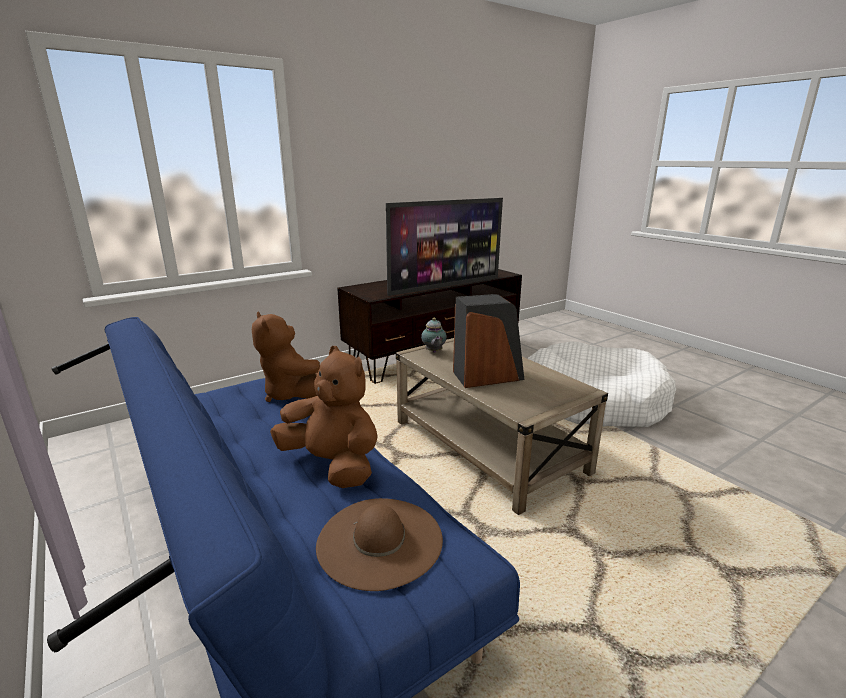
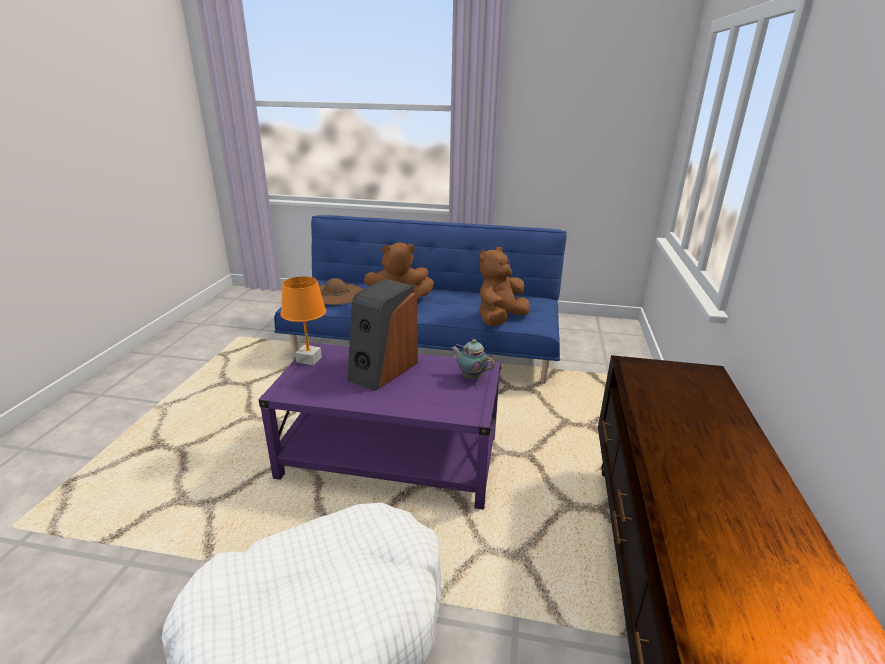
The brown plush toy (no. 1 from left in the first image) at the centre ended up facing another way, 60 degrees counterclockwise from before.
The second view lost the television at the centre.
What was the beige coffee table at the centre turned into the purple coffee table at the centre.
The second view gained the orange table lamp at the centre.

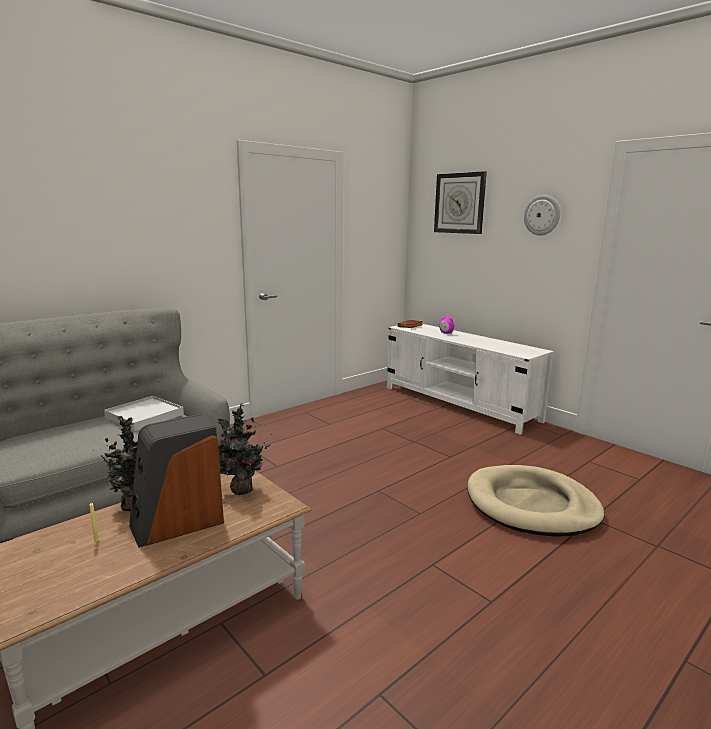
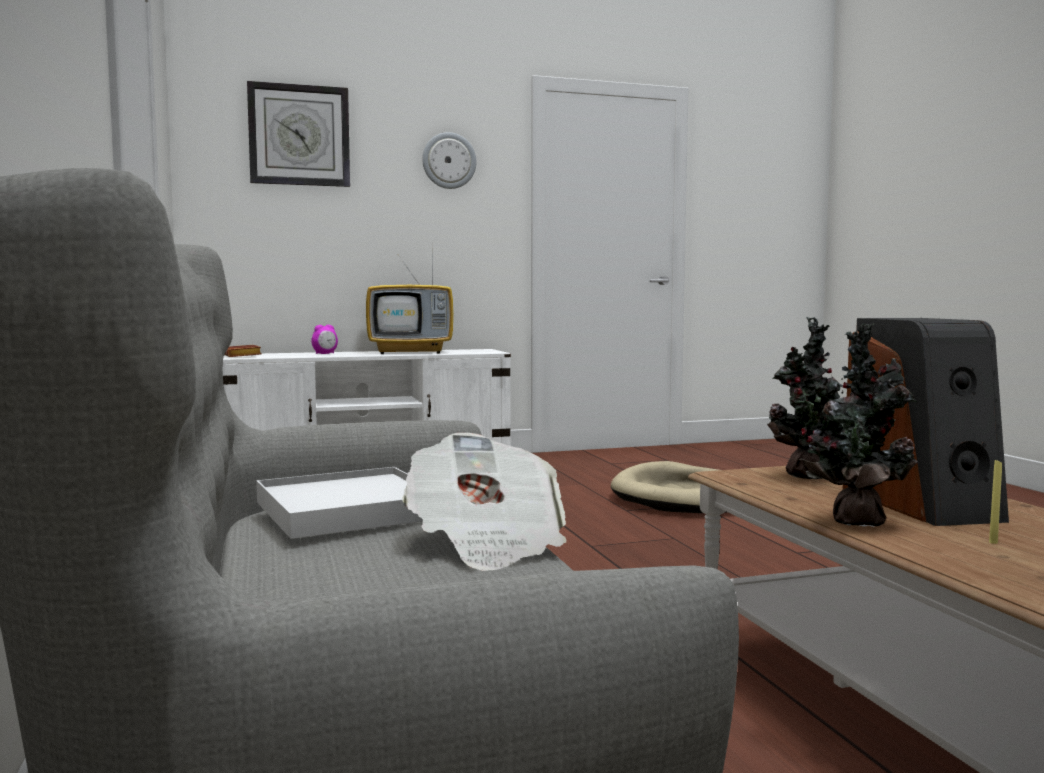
The second view gained the television at the centre.
The second view gained the newspaper at the centre.

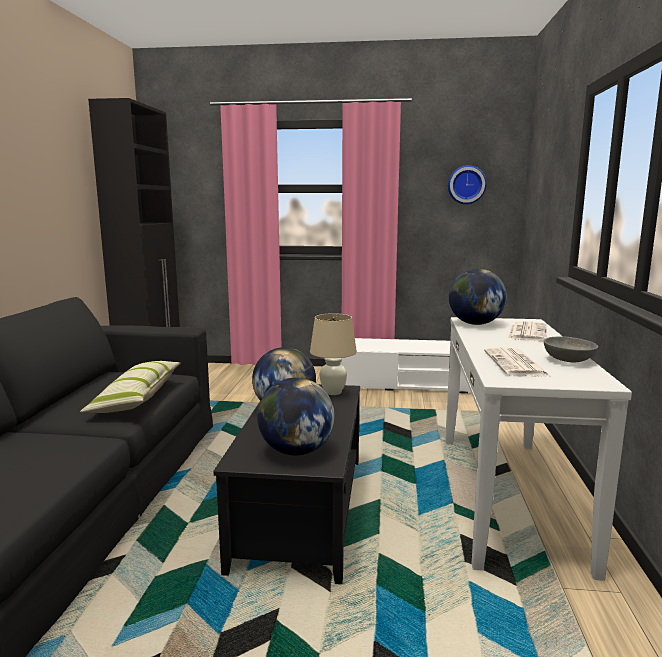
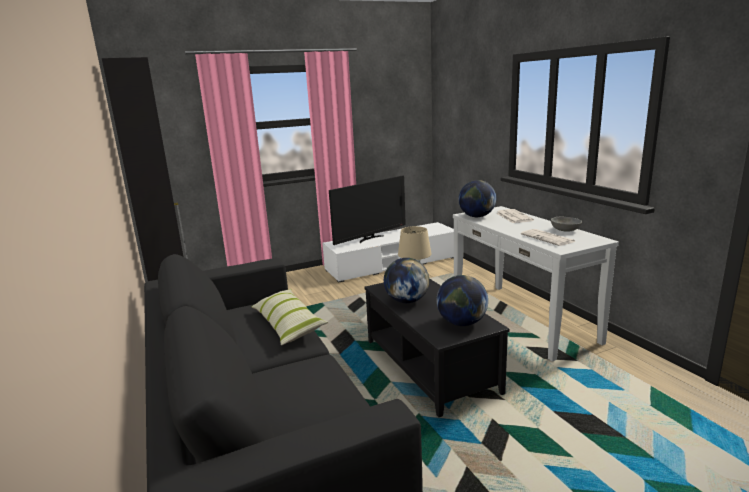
The second view lost the wall clock at the top right.
The second view gained the television at the centre.

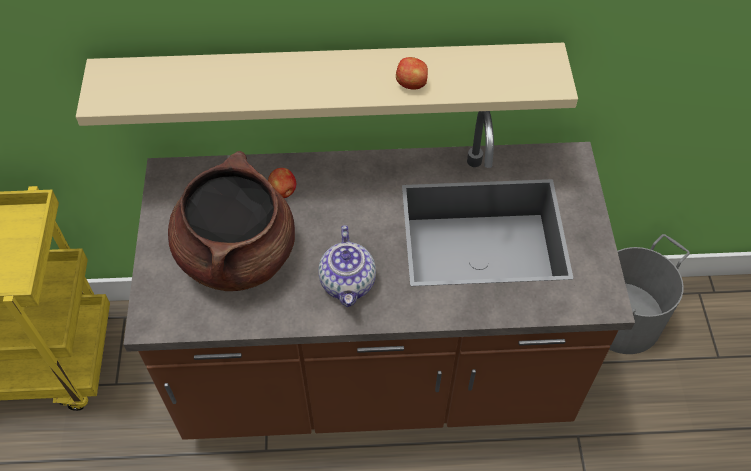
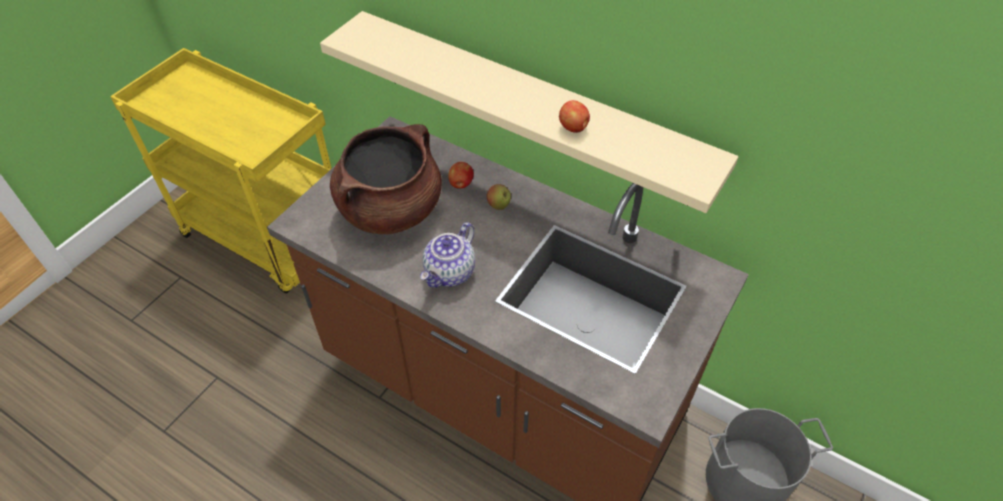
The second view gained the apple (no. 2 from left) at the centre.

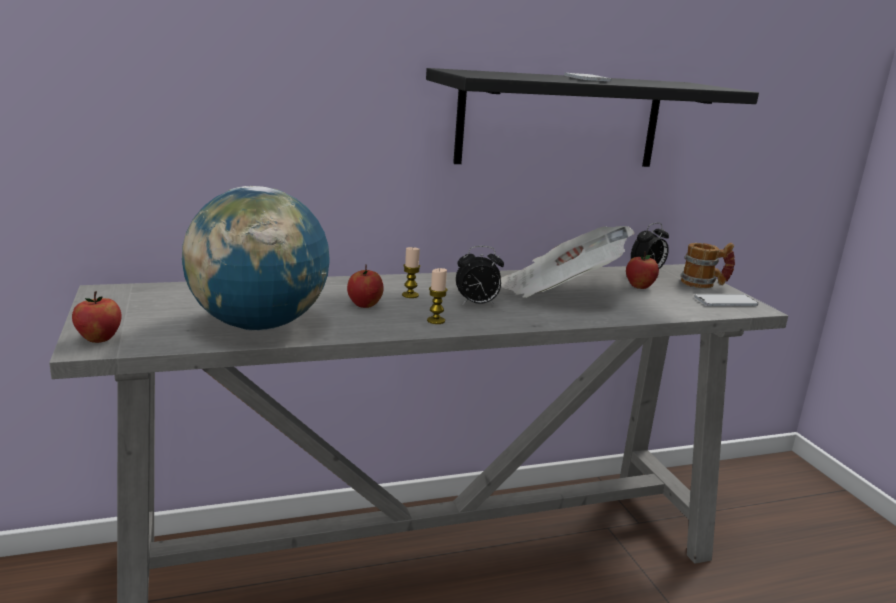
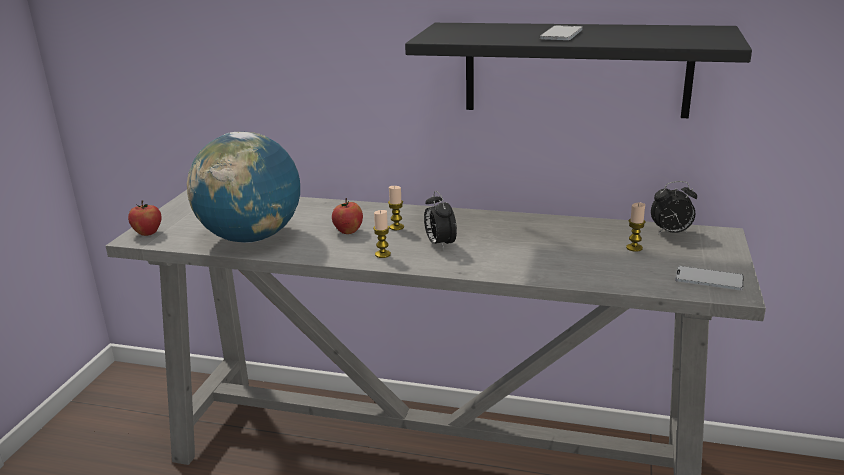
The alarm clock (no. 1 from left) at the centre ended up facing another way, 45 degrees clockwise from before.
The second view lost the newspaper at the centre.
Where the apple (no. 3 from left) stood at the middle right, the candle (no. 3 from left) came to stand at the middle right.
The second view lost the mug at the middle right.

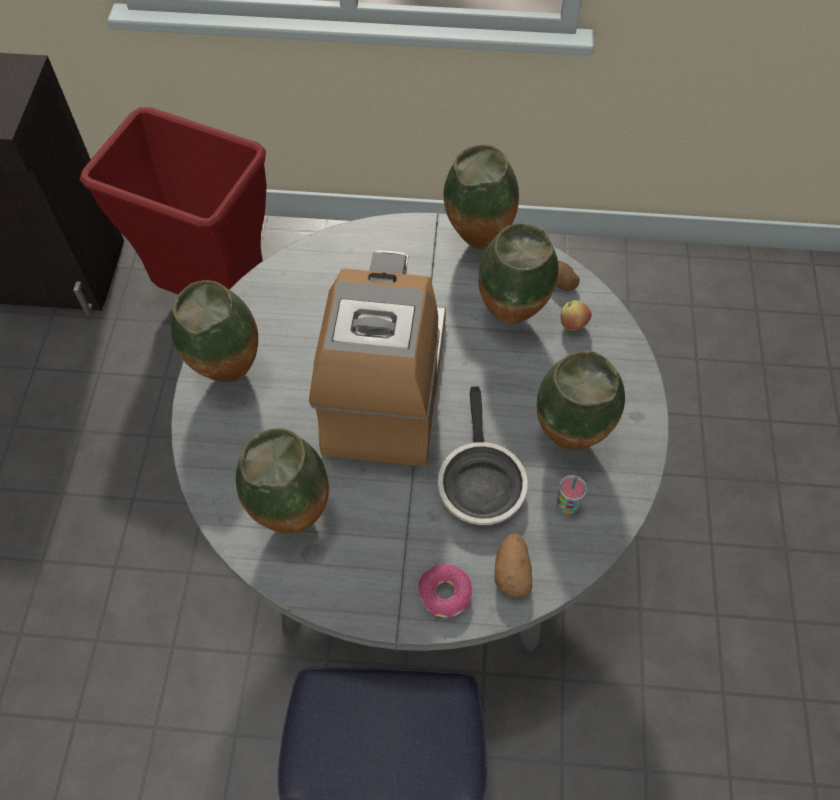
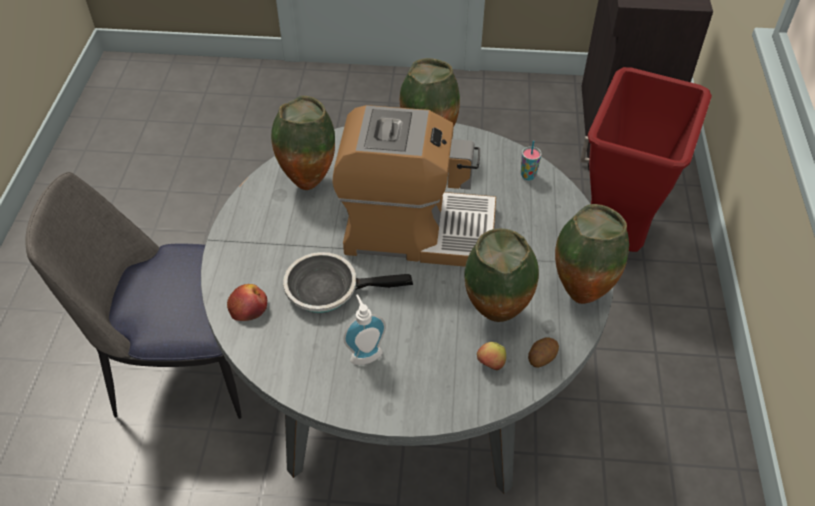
The second view lost the donut at the bottom centre.
Where the potato (no. 1 from left) stood at the bottom centre, the apple (no. 1 from left) came to stand at the middle left.
Where the vase (no. 5 from left) stood at the middle right, the soap dispenser came to stand at the centre.
The cup ended up elsewhere, having gone from the middle right to the top centre.

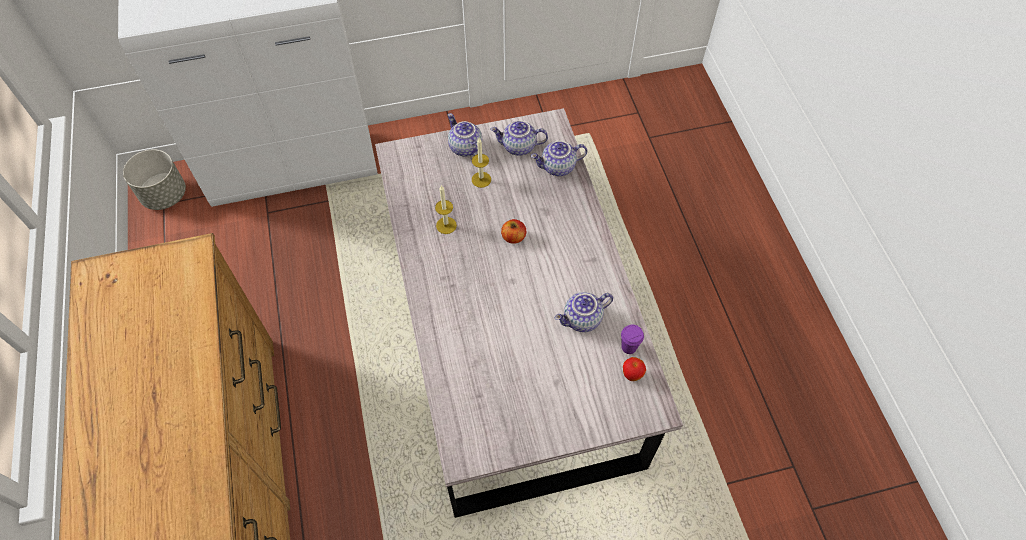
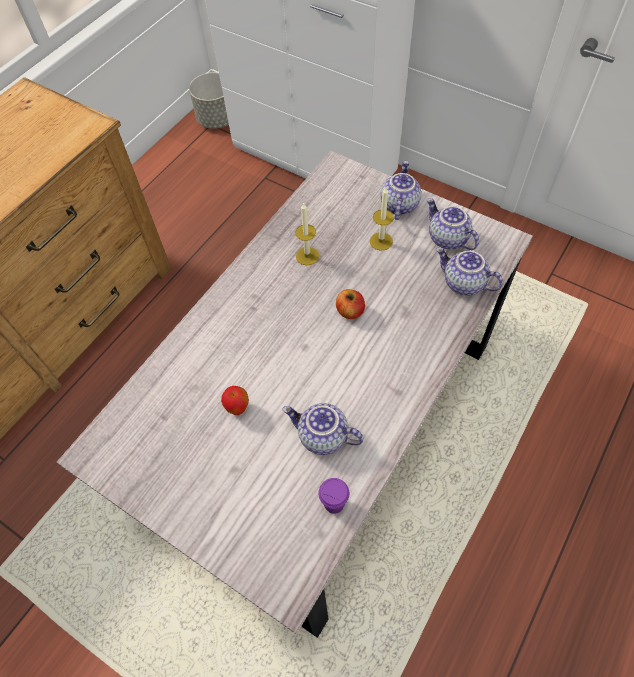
The apple (no. 2 from left in the first image) ended up elsewhere, having gone from the bottom centre to the centre.

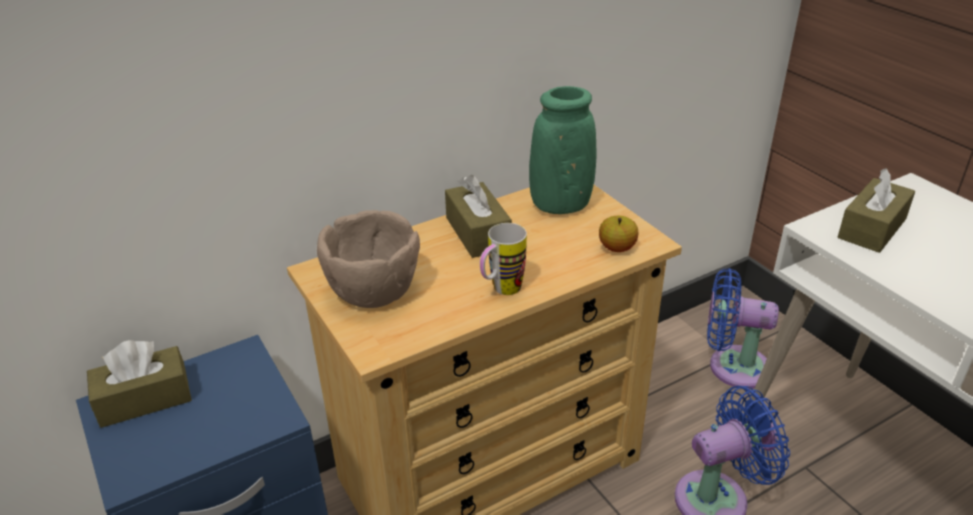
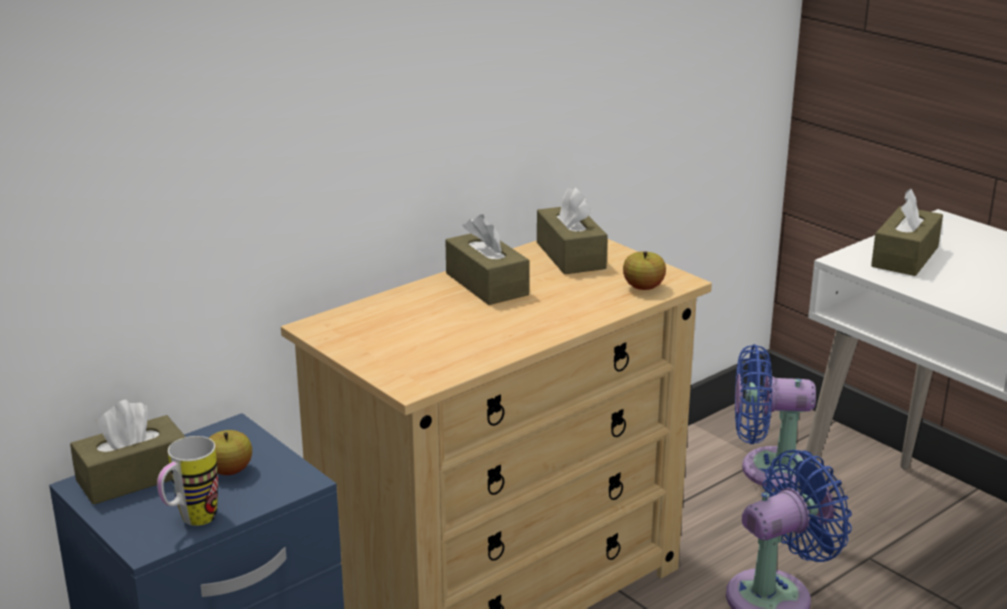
The second view lost the brown bowl at the centre.
The mug ended up elsewhere, having gone from the centre to the bottom left.
Where the green vase stood at the top centre, the brown tissue box (no. 3 from left) came to stand at the centre.
The second view gained the apple (no. 1 from left) at the bottom left.

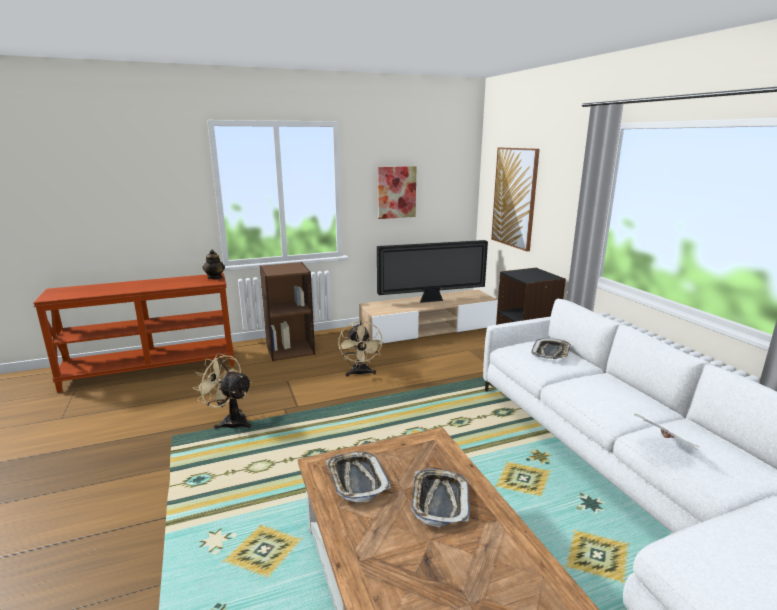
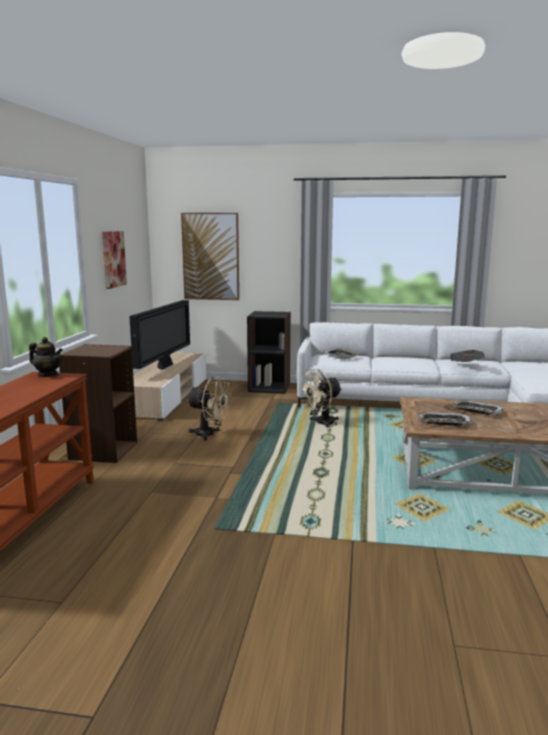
The beige fan (no. 1 from left in the first image) ended up elsewhere, having gone from the middle left to the centre.

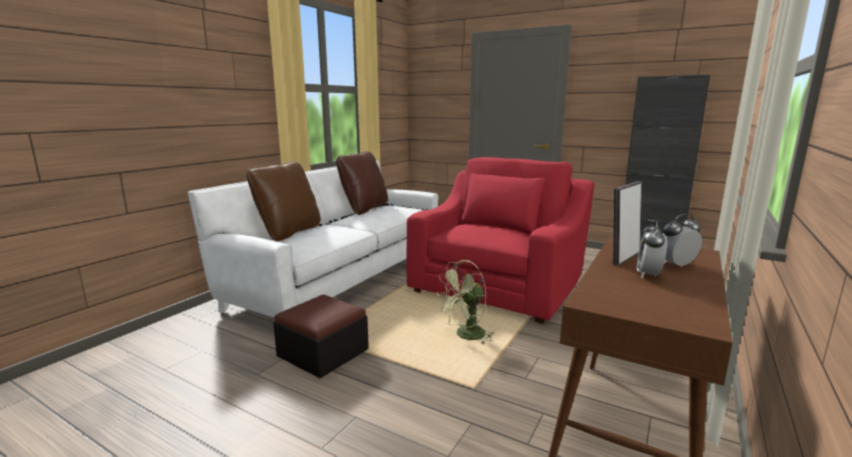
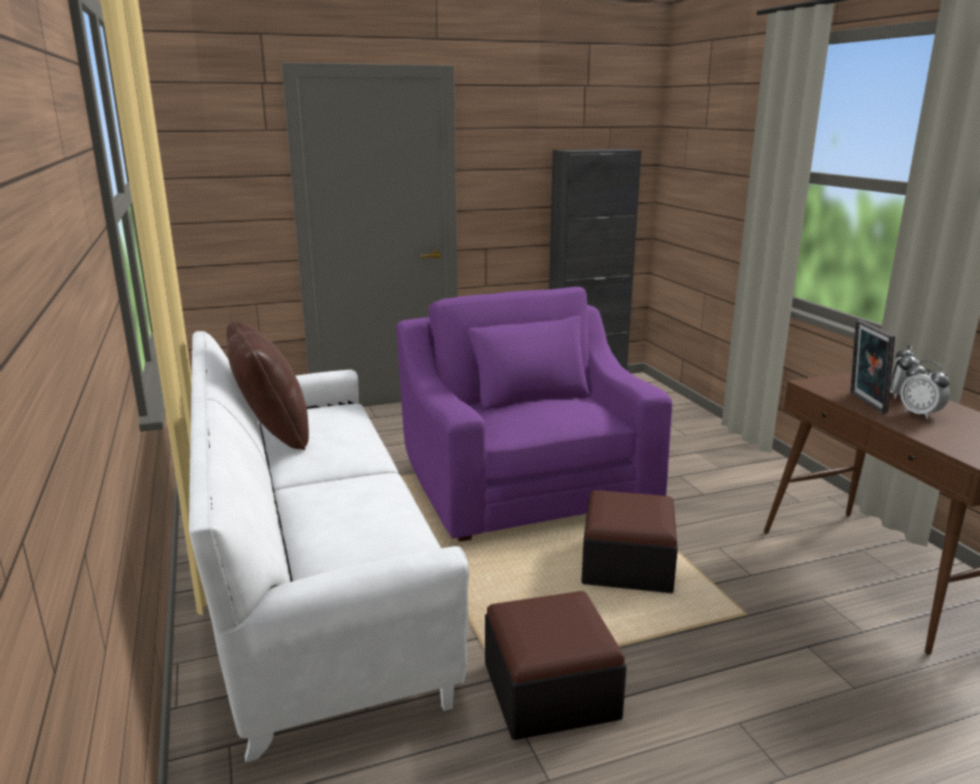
The second view lost the brown pillow (no. 1 from left) at the middle left.
What was the red armchair at the centre turned into the purple armchair at the centre.
Where the green fan stood at the centre, the ottoman (no. 2 from left) came to stand at the bottom centre.

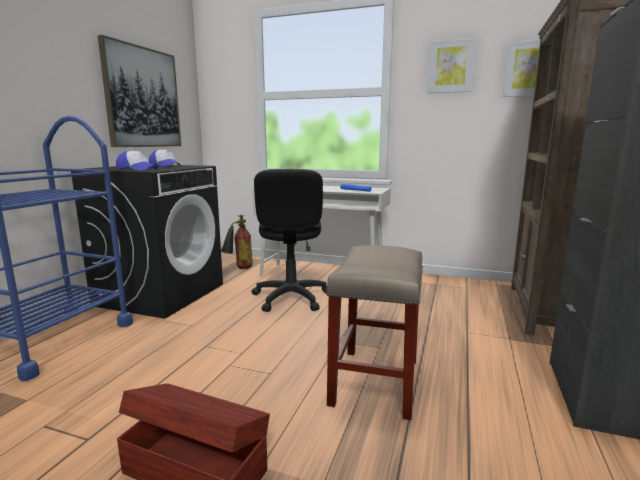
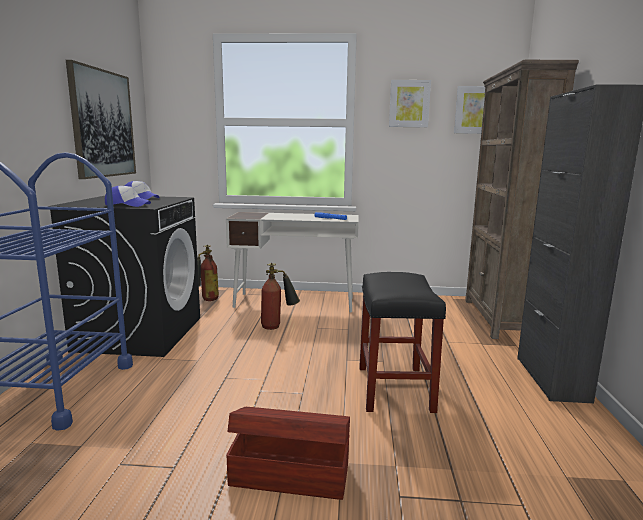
Where the black office chair stood at the centre, the fire extinguisher (no. 2 from left) came to stand at the centre.
What was the beige stool at the bottom centre turned into the black stool at the centre.

